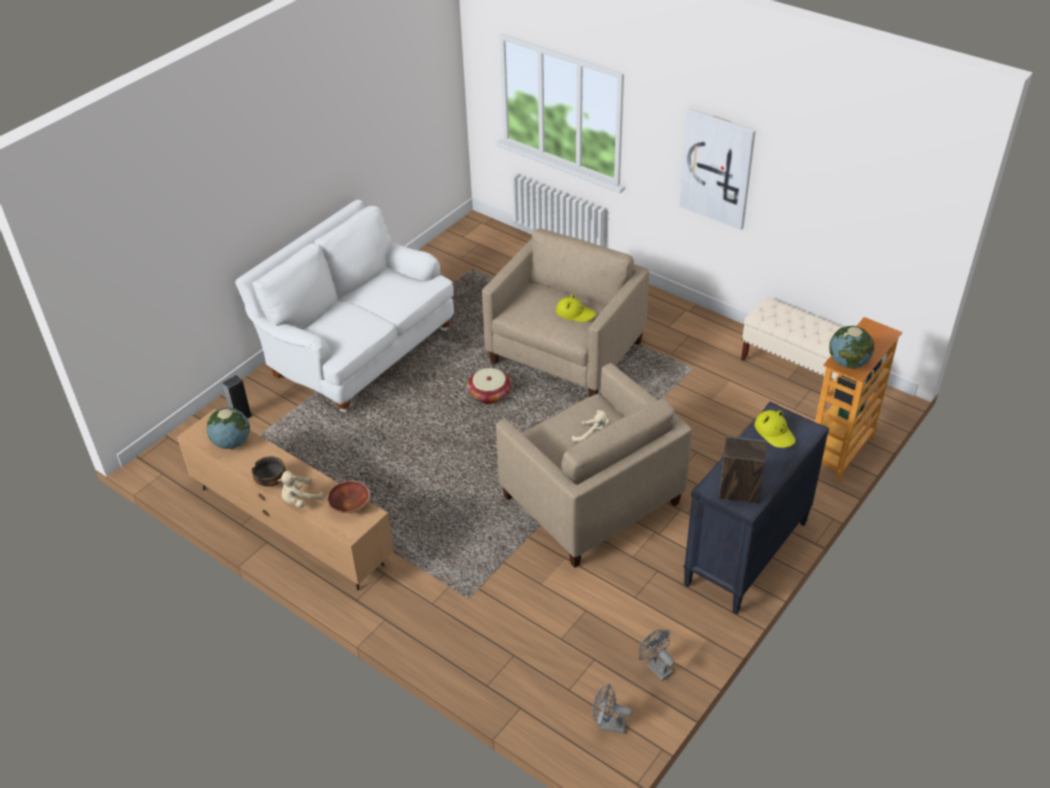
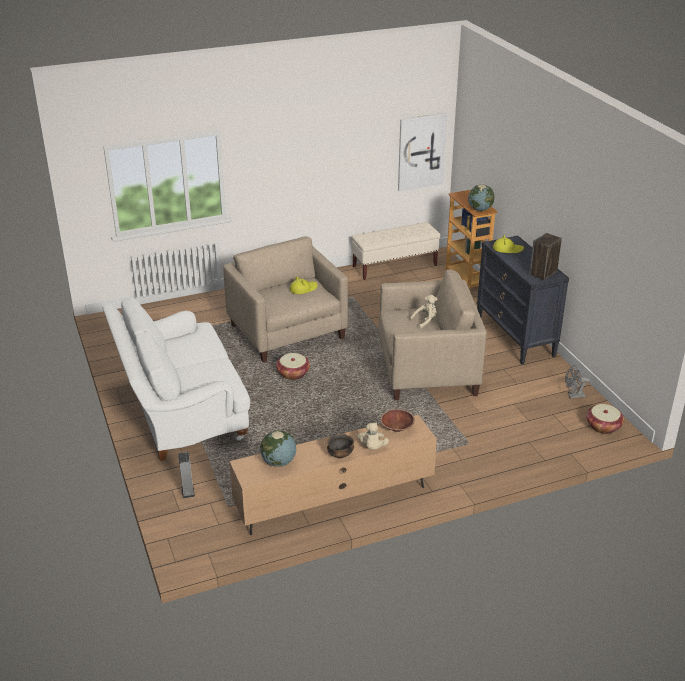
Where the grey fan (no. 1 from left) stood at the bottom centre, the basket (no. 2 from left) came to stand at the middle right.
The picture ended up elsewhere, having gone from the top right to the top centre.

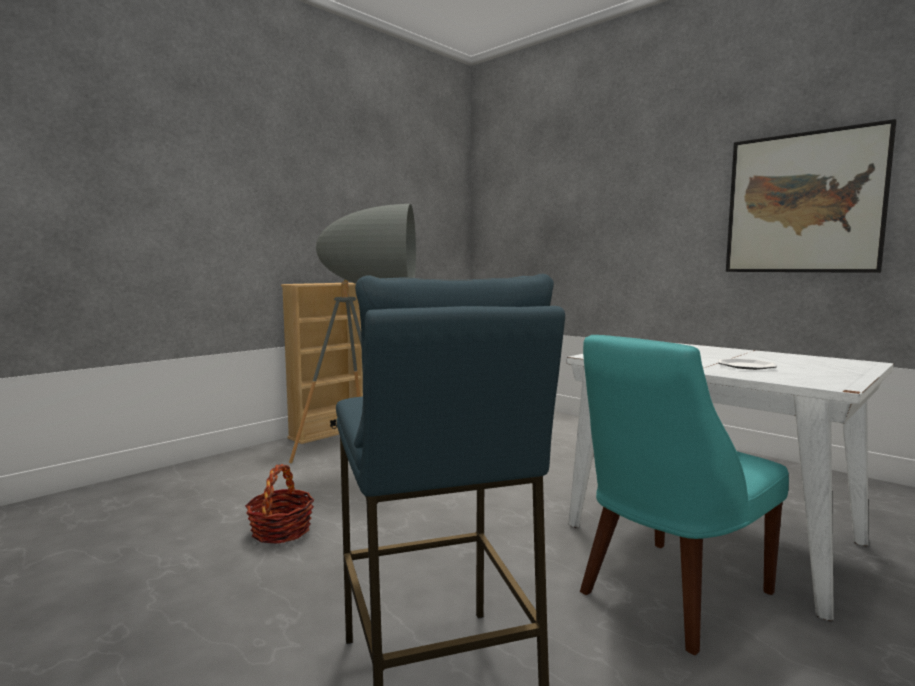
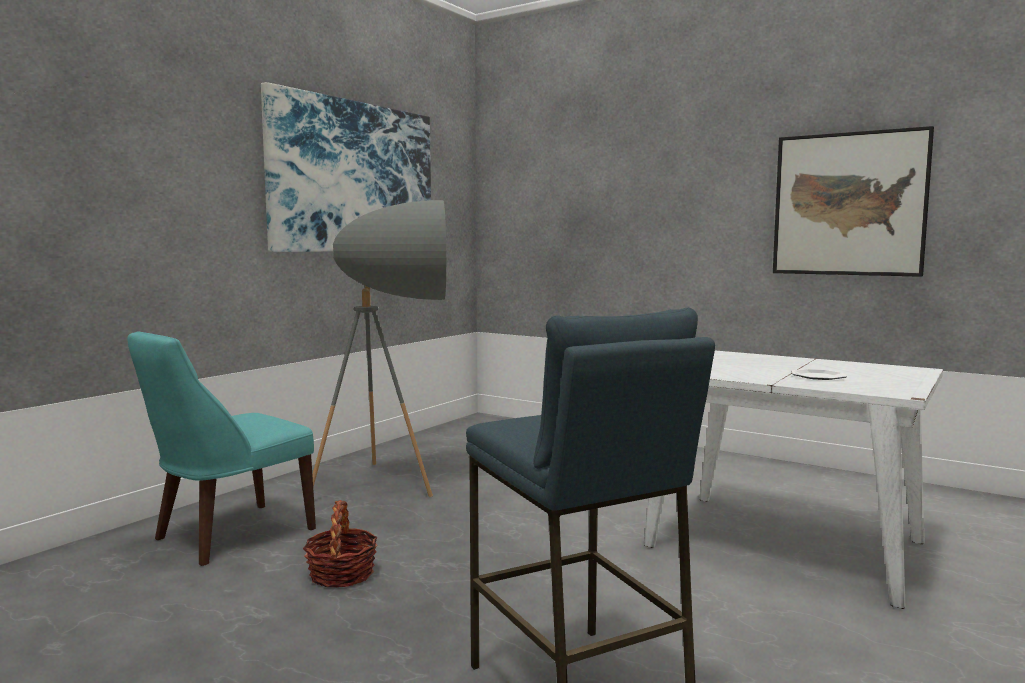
The second view lost the beige bookcase at the centre.
The turquoise chair ended up elsewhere, having gone from the bottom right to the middle left.
The second view gained the picture (no. 1 from left) at the top centre.

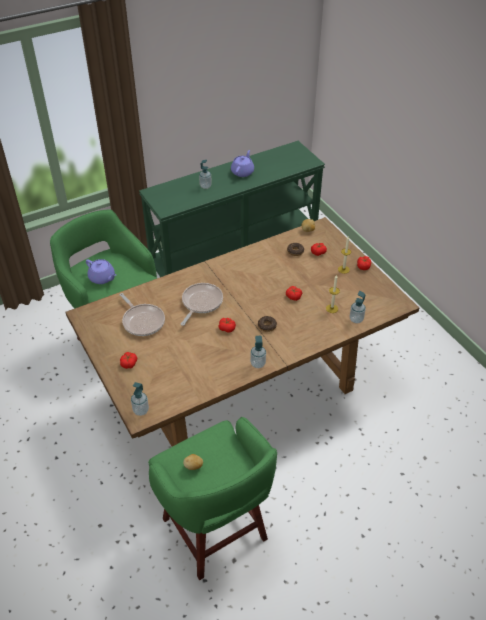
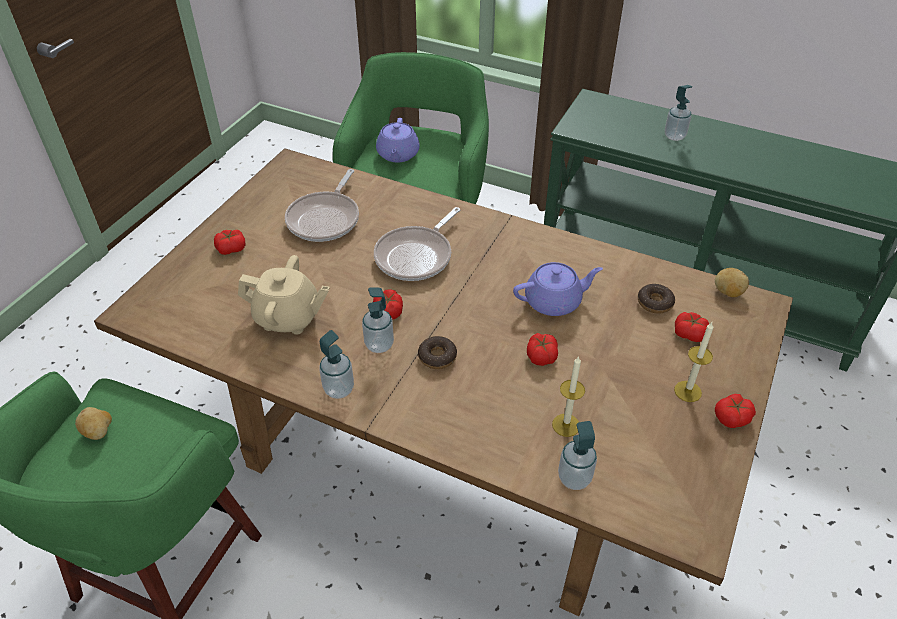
The soap dispenser (no. 1 from left in the first image) ended up elsewhere, having gone from the middle left to the centre.
The frying pan (no. 2 from left) at the centre ended up facing another way, 135 degrees clockwise from before.
The purple teapot (no. 2 from left) ended up elsewhere, having gone from the top centre to the centre.
The second view gained the beige teapot at the middle left.

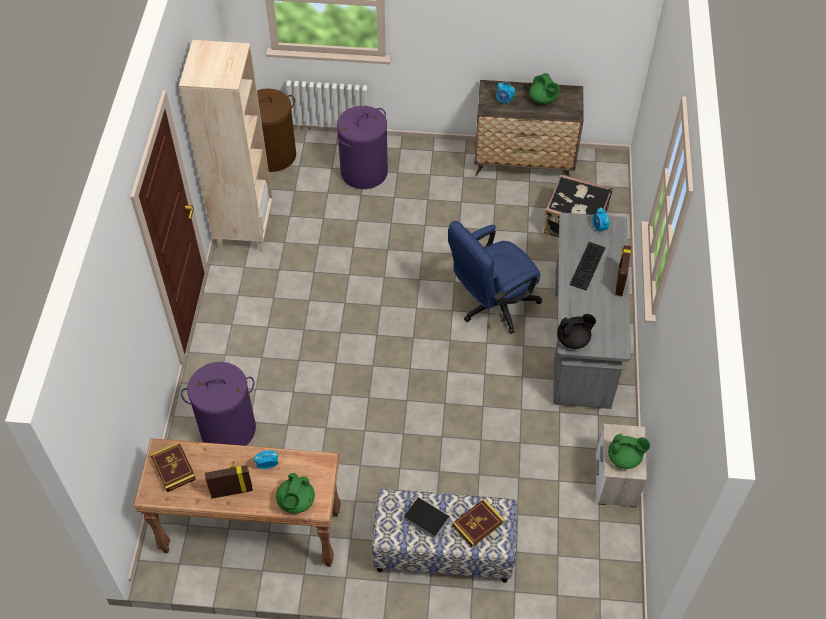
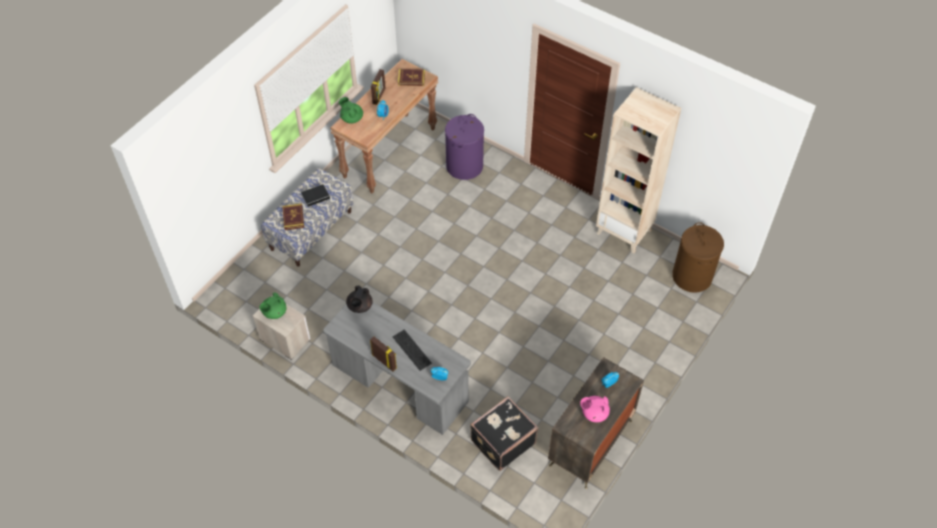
The second view lost the purple laundry basket (no. 2 from left) at the top centre.
The second view lost the blue office chair at the centre.
What was the green teapot (no. 2 from left) at the top centre turned into the pink teapot at the bottom centre.

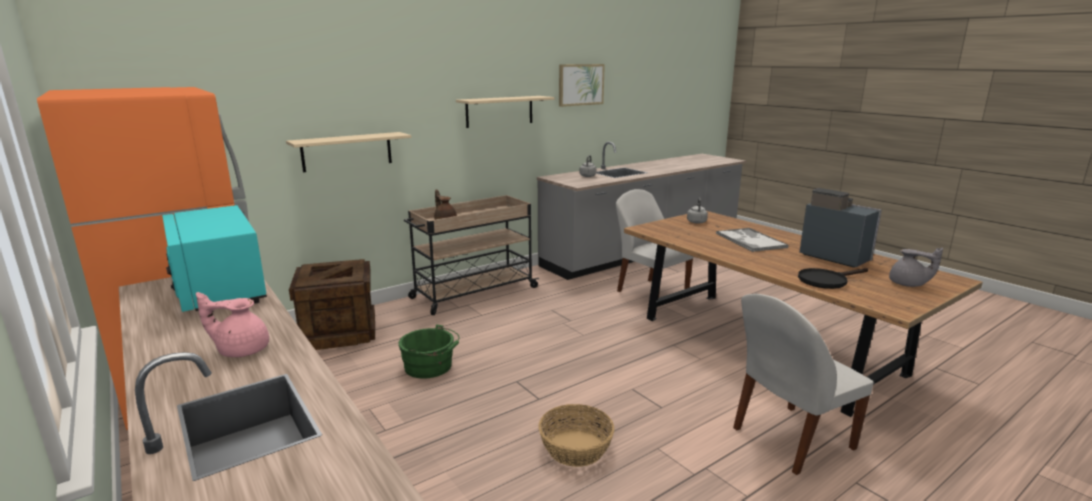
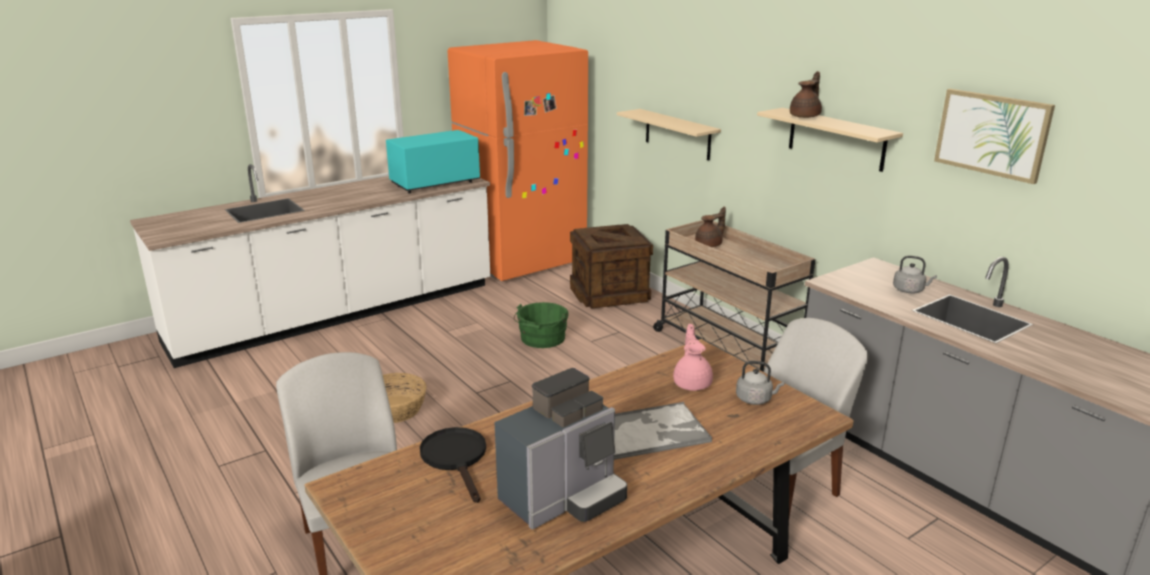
The pink teapot ended up elsewhere, having gone from the middle left to the centre.
The second view lost the grey teapot at the middle right.
The second view gained the brown teapot (no. 2 from left) at the top right.

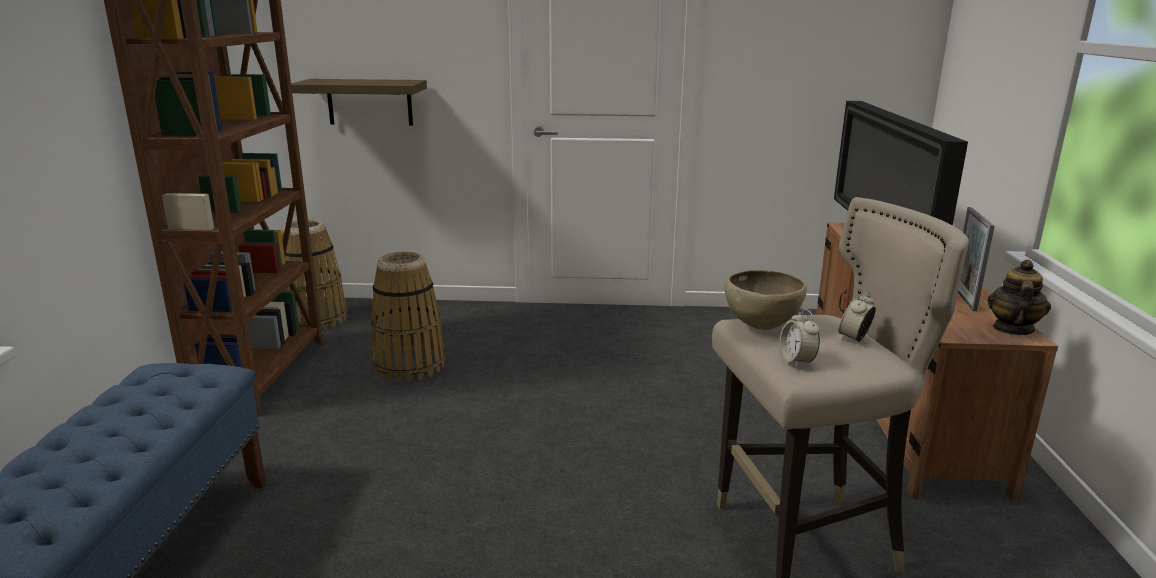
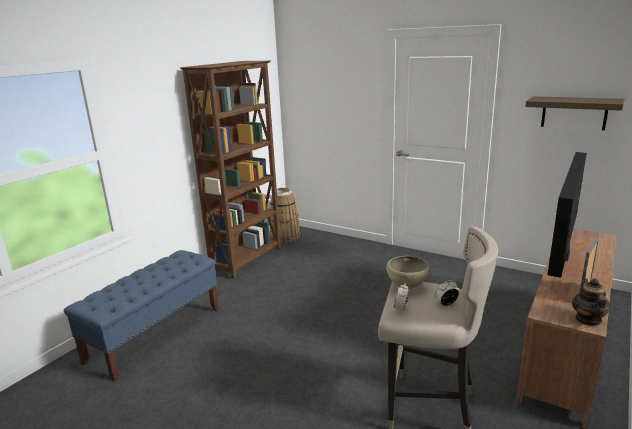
The shelf ended up elsewhere, having gone from the top left to the top right.
The second view lost the basket (no. 2 from left) at the centre.
The teapot at the middle right ended up facing another way, 45 degrees counterclockwise from before.

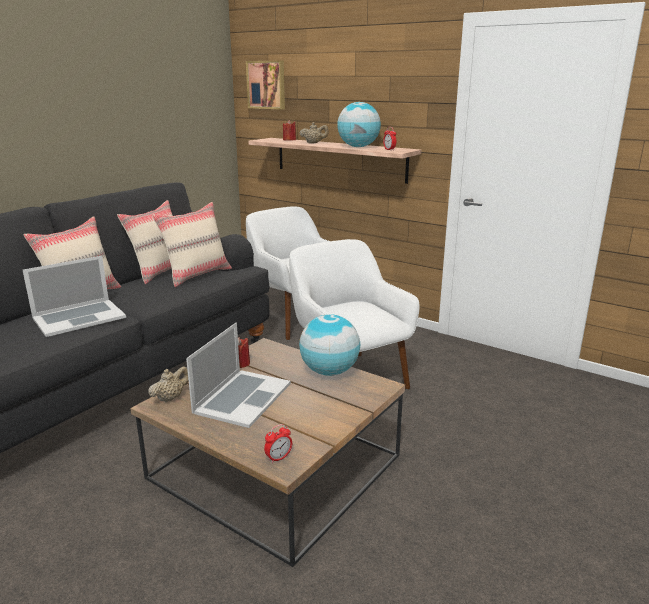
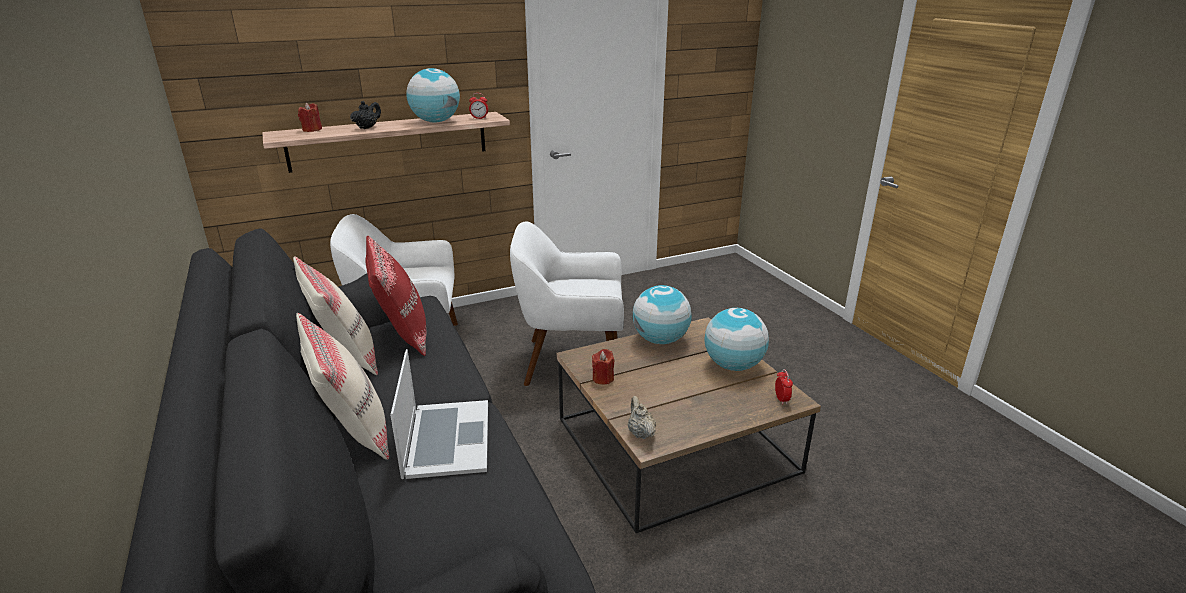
What was the beige pillow (no. 3 from left) at the middle left turned into the red pillow at the middle left.
The second view lost the laptop (no. 2 from left) at the centre.
The second view lost the picture at the top centre.
What was the beige teapot (no. 2 from left) at the top centre turned into the black teapot at the top left.
The second view gained the globe (no. 3 from left) at the centre.

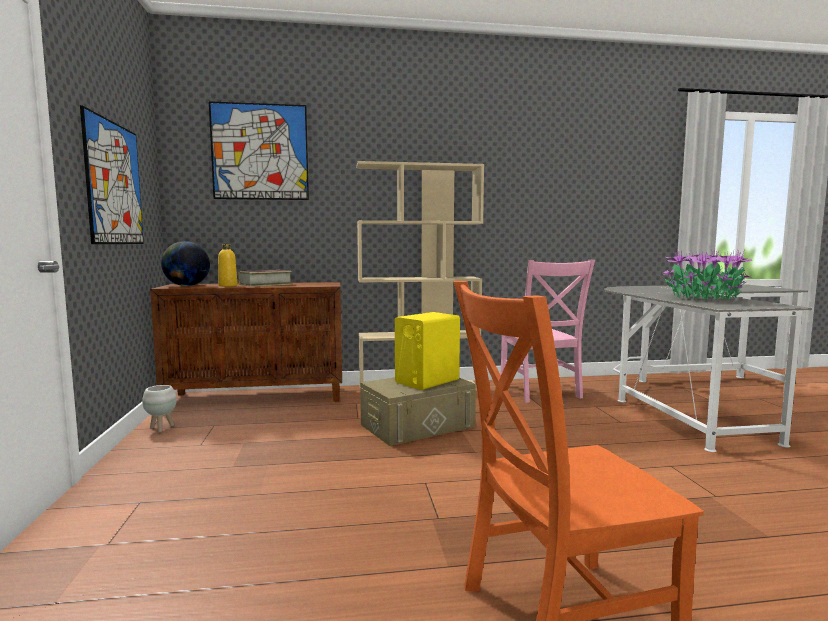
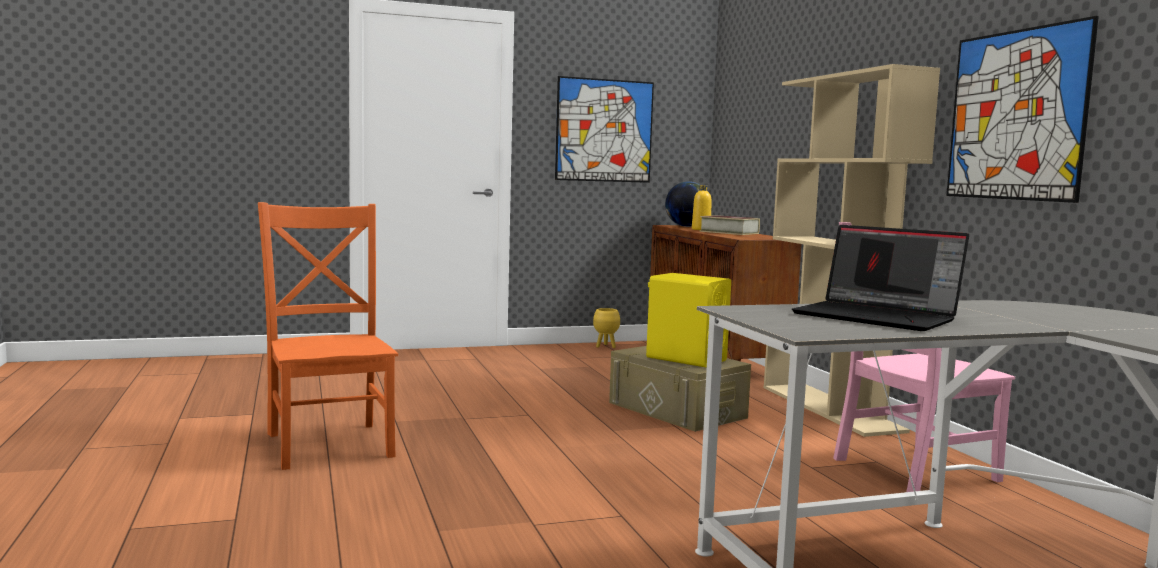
What was the white planter at the middle left turned into the yellow planter at the centre.
The picture (no. 2 from left) ended up elsewhere, having gone from the top left to the top right.
Where the potted plant stood at the middle right, the laptop came to stand at the middle right.

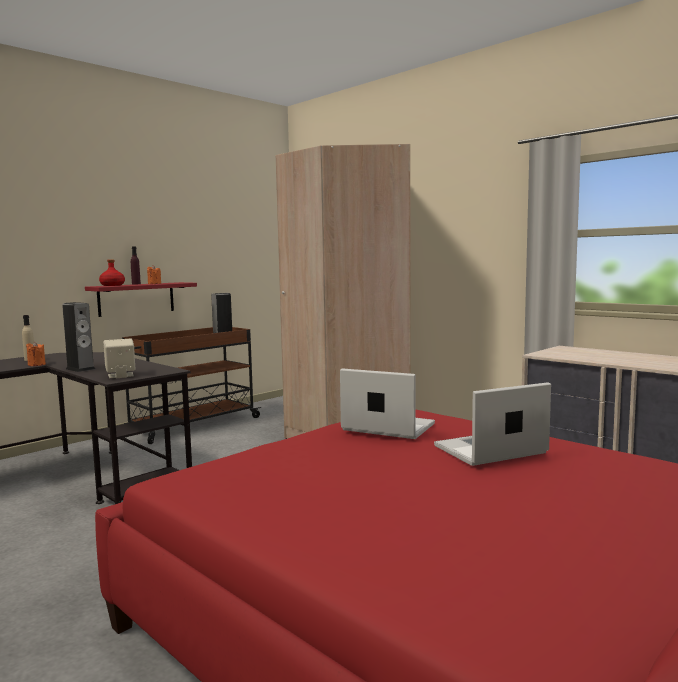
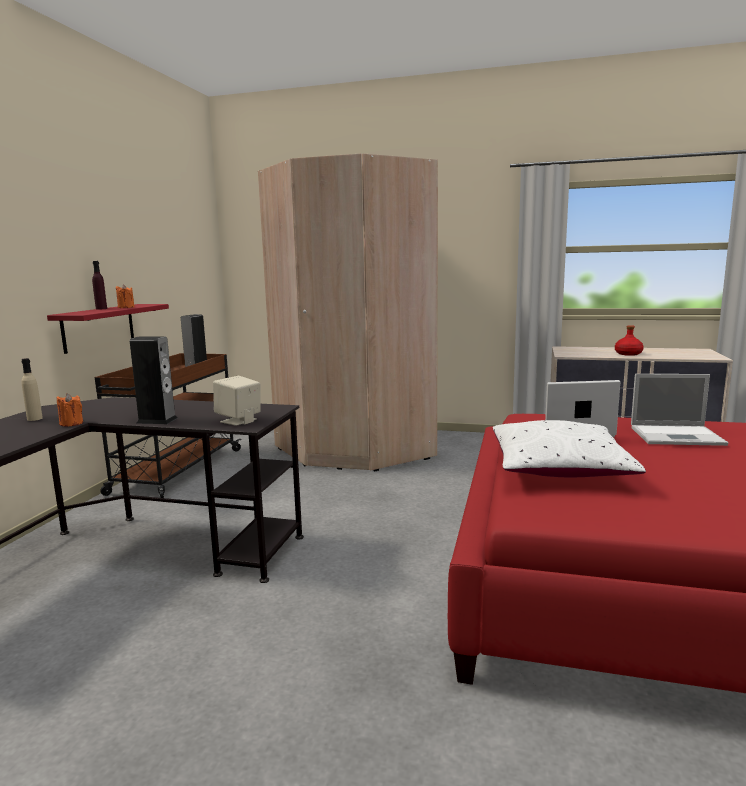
The red bottle ended up elsewhere, having gone from the middle left to the middle right.
The laptop (no. 2 from left) at the middle right ended up facing another way, 120 degrees counterclockwise from before.
The second view gained the white pillow at the middle right.

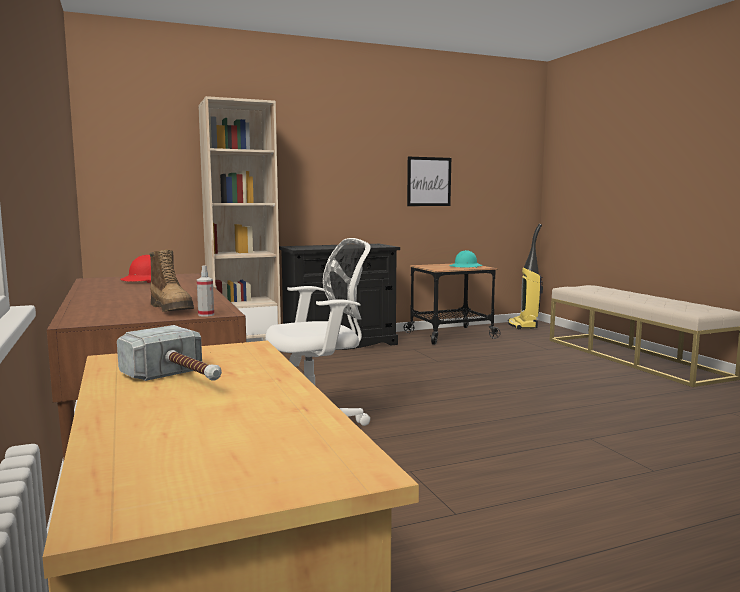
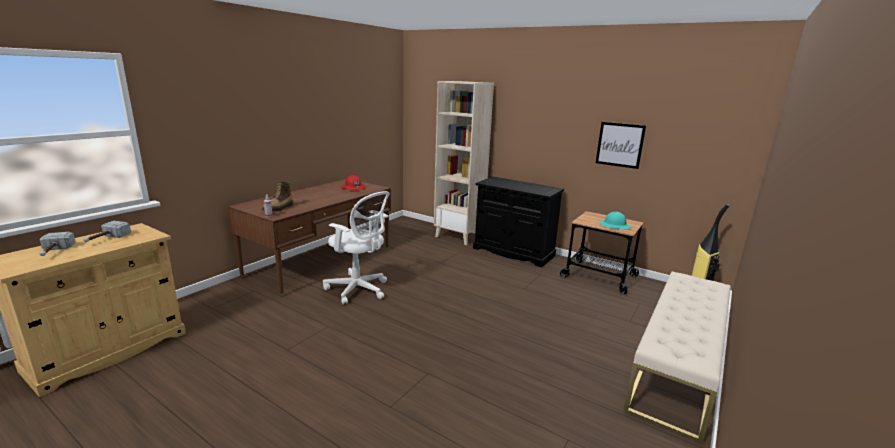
The second view gained the hammer (no. 1 from left) at the middle left.

